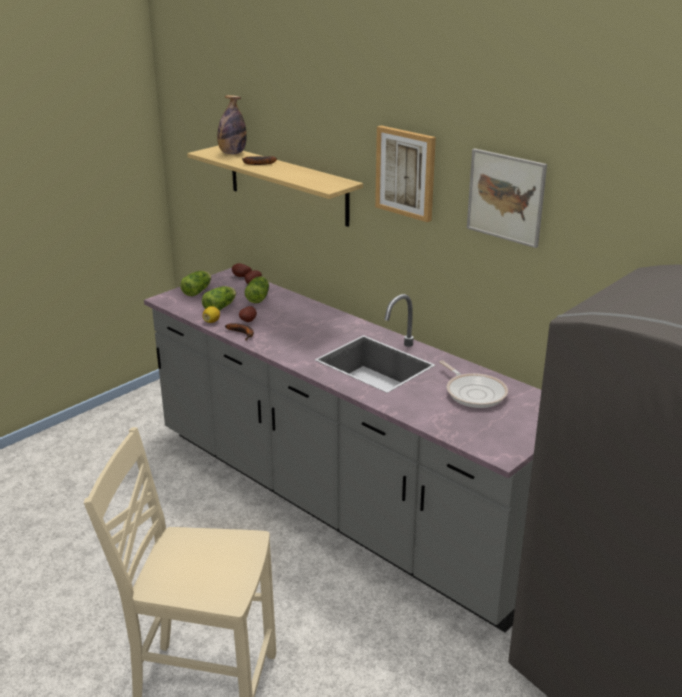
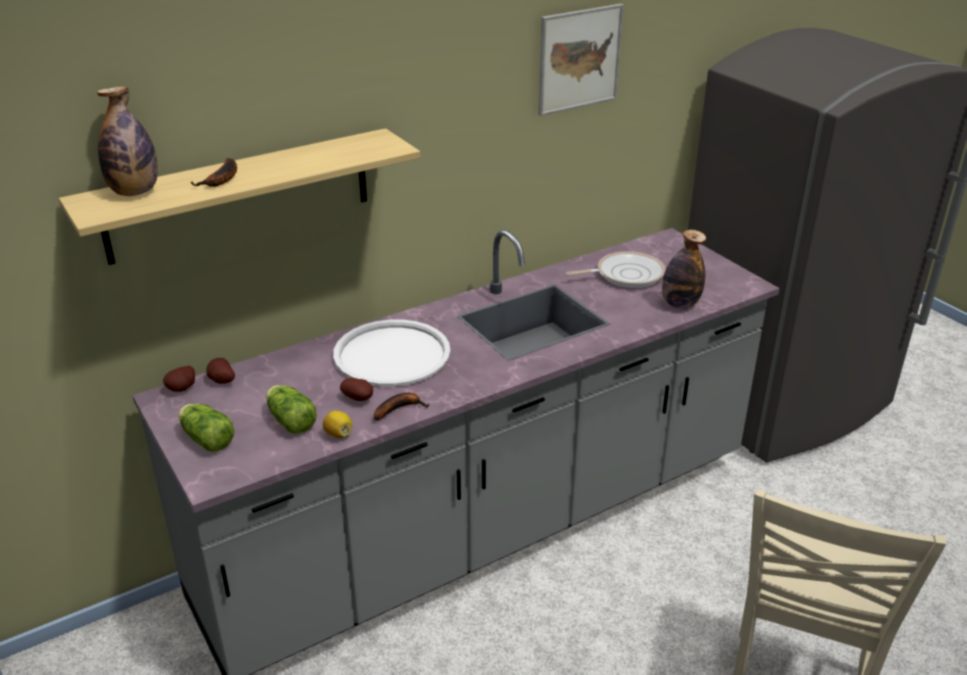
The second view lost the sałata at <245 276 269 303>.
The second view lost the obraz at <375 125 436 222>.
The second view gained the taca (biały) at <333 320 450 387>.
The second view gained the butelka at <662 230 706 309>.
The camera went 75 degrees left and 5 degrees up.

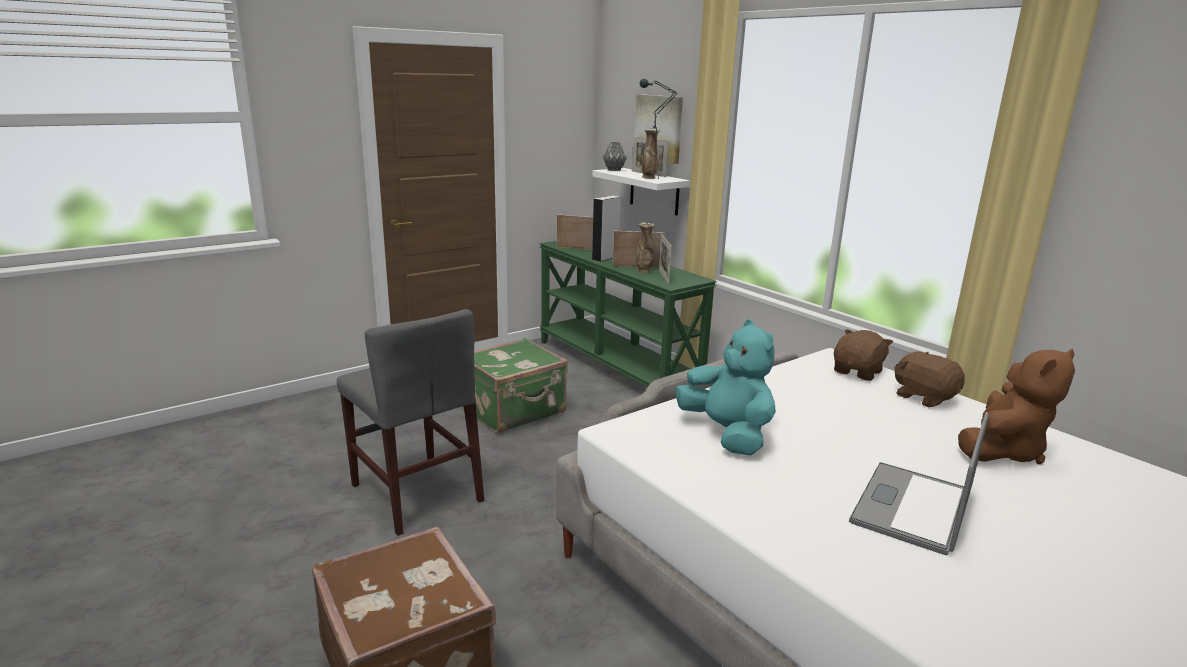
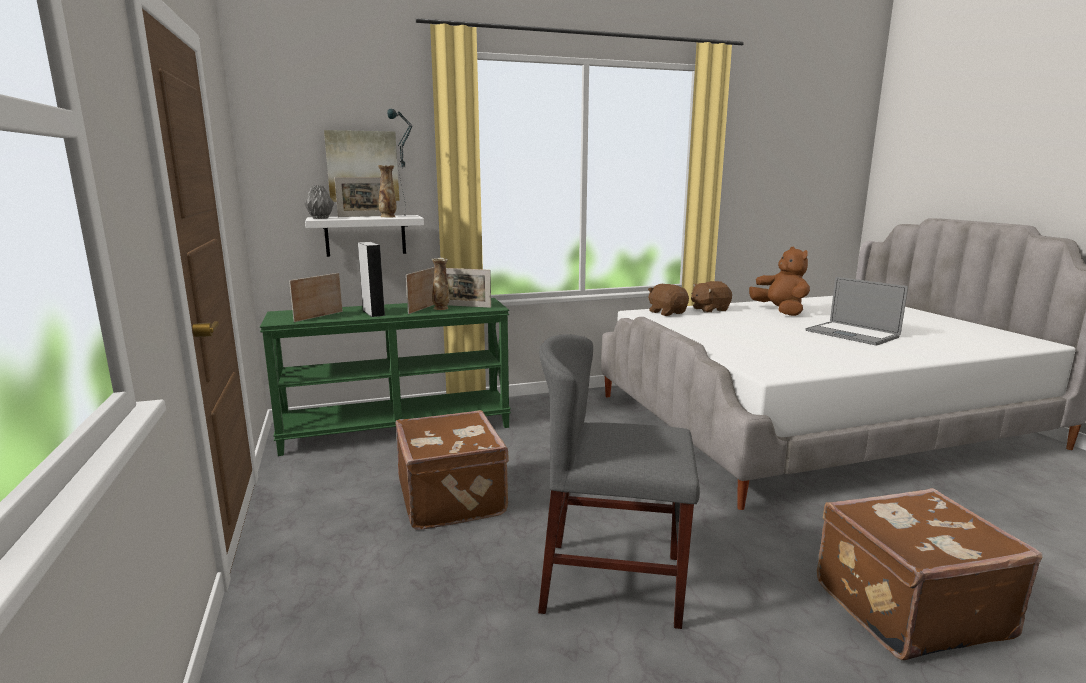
The krzesło (szary) at <337 309 484 536> ended up facing another way, 150 degrees counterclockwise from before.
What was the walizka (zielony) at <461 338 568 433> turned into the walizka (brązowy) at <396 410 509 530>.
The second view lost the pluszak (turkusowy) at <675 319 776 455>.
The camera went 70 degrees left and 5 degrees down.

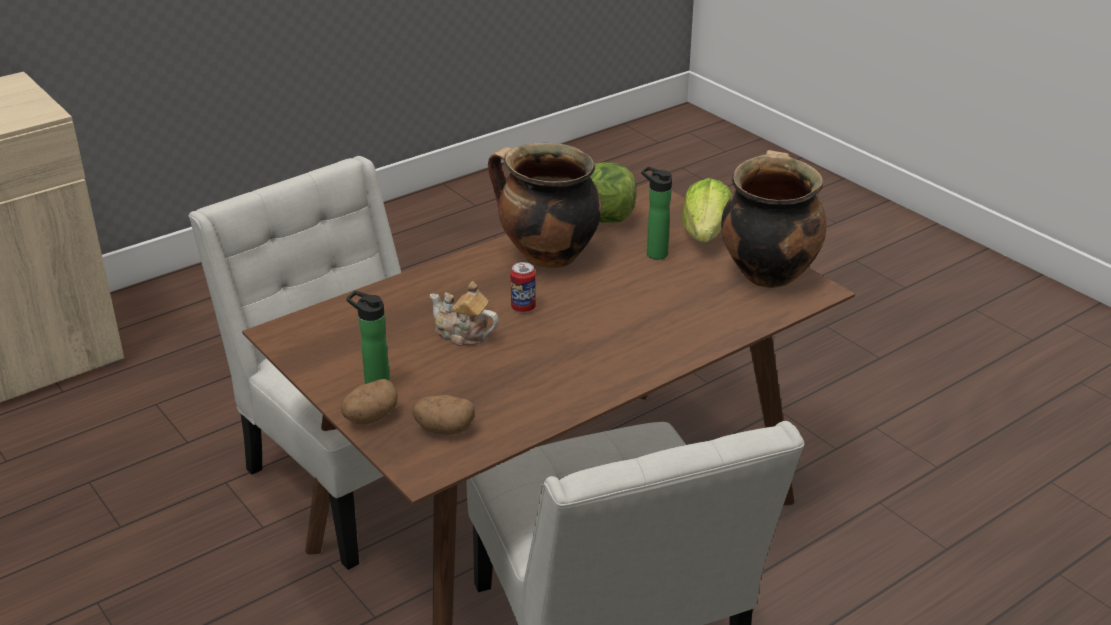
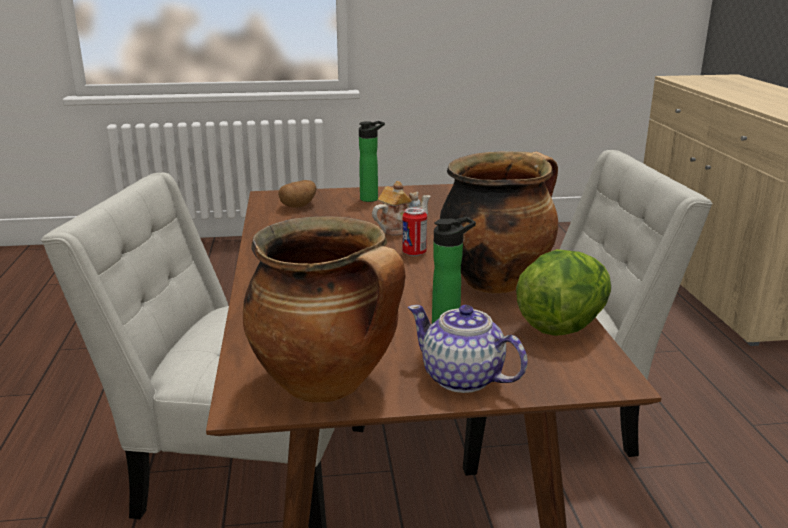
The second view lost the ziemniak at <341 379 398 425>.
Where the sałata stood at <682 178 732 242>, the imbryk came to stand at <408 305 528 393>.
The camera went 120 degrees right and 10 degrees down.

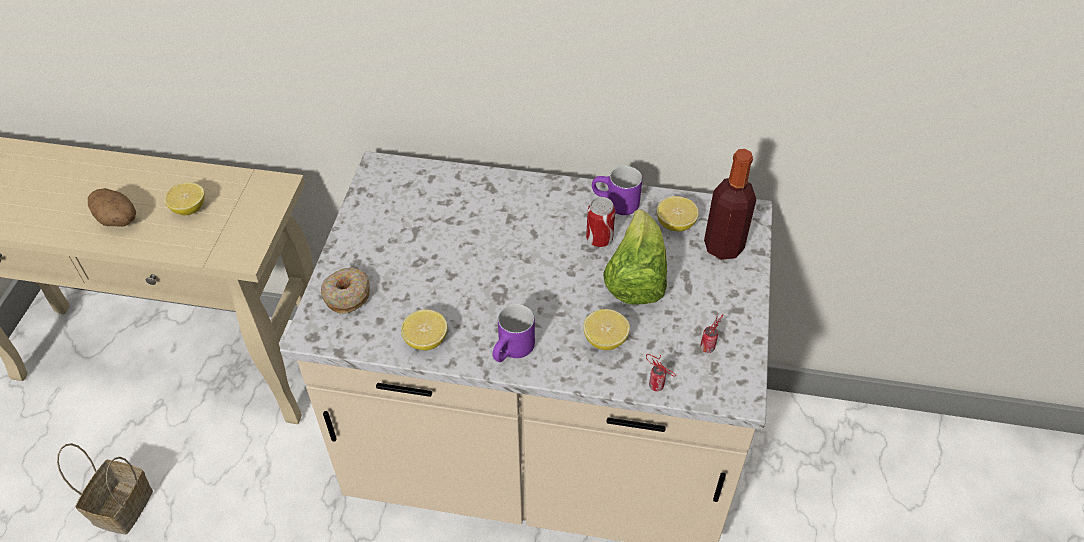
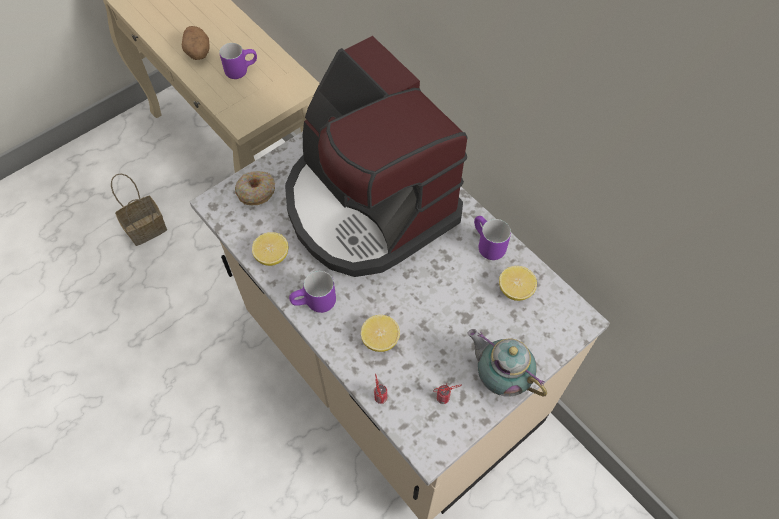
Where the cytryna stood at <164 182 205 215>, the kubek (fioletowy) came to stand at <219 43 257 79>.
The second view lost the puszka at <586 197 615 247>.
The second view lost the sałata at <603 209 667 305>.
The second view lost the butelka at <704 149 756 260>.
The second view gained the ekspres do kawy at <285 36 468 277>.
The second view gained the imbryk at <468 329 547 397>.
The camera went 40 degrees right and 10 degrees up.

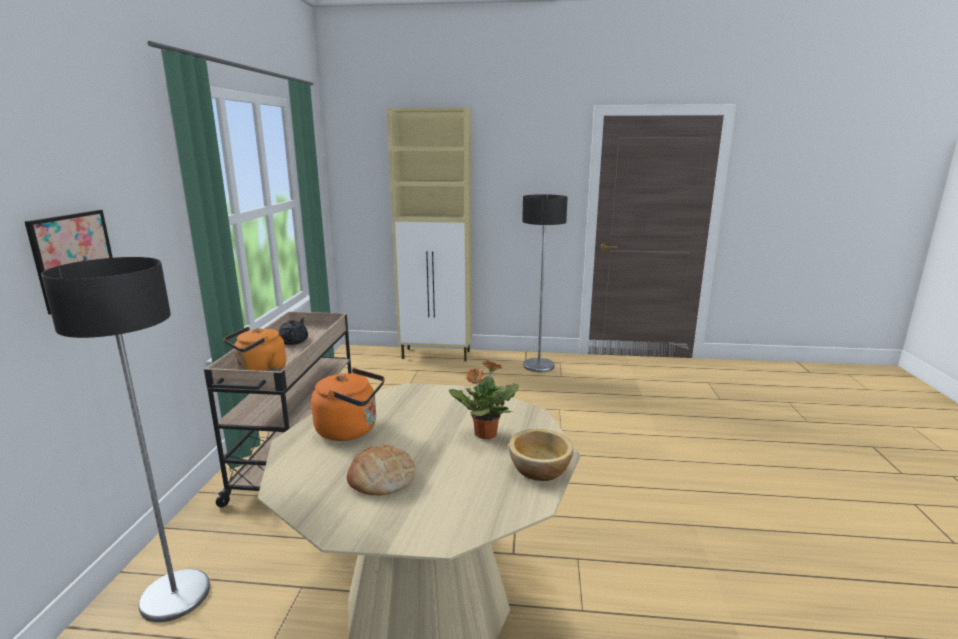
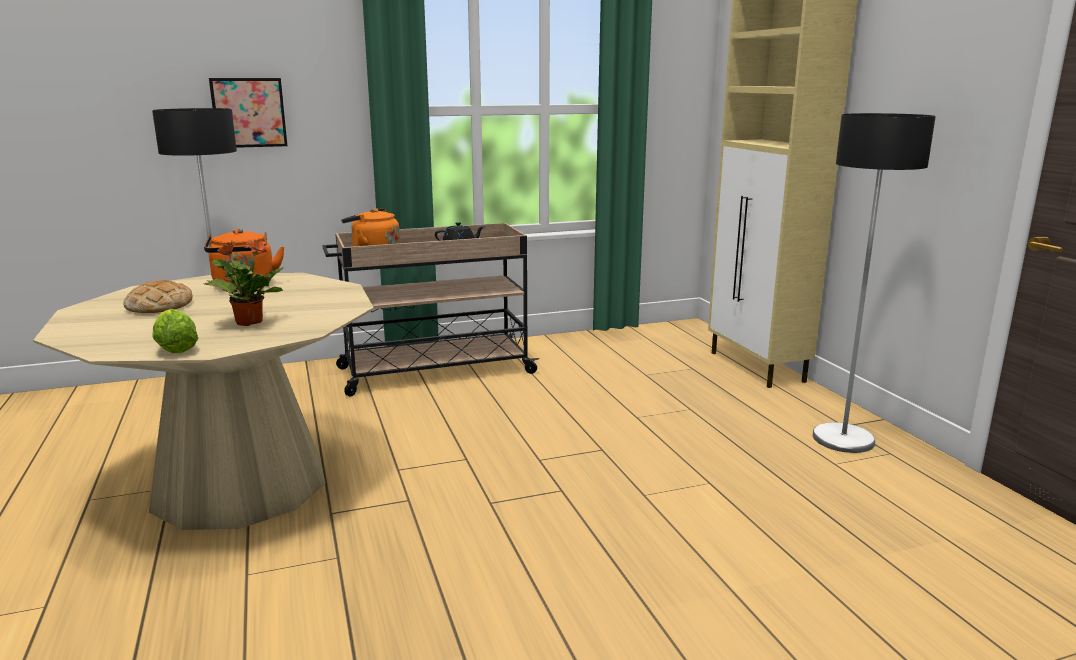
Where the miska stood at <509 429 573 481>, the sałata came to stand at <152 309 198 353>.
The camera went 65 degrees right and 0 degrees up.

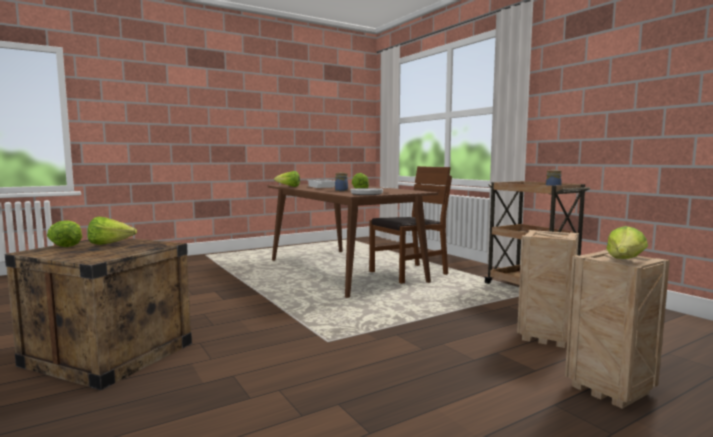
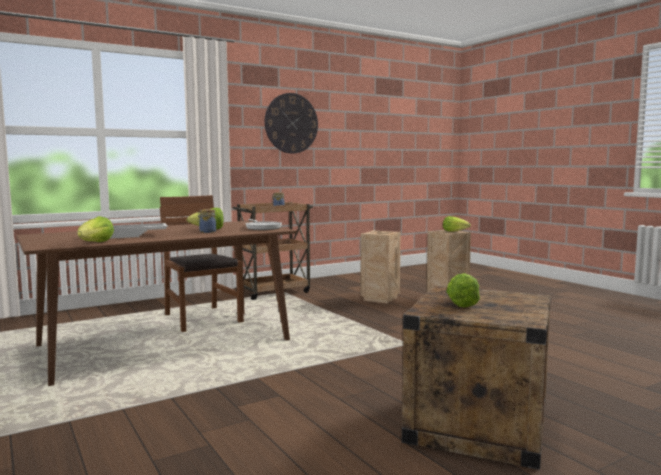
The second view lost the sałata at <47 220 82 247>.
The second view gained the zegar ścienny at <265 93 318 154>.
The camera went 90 degrees left and 0 degrees up.

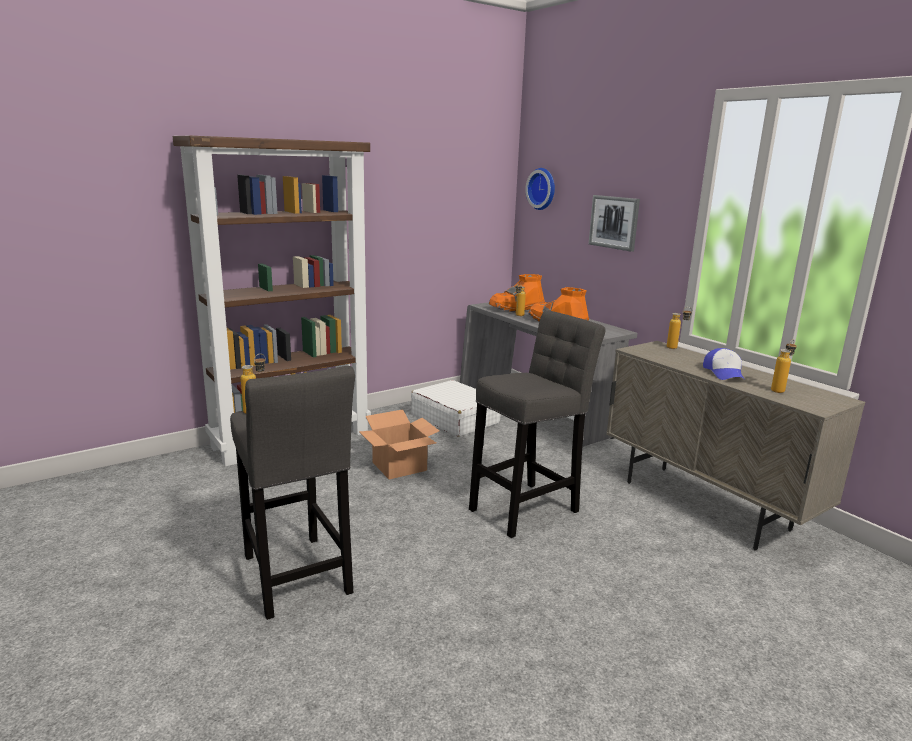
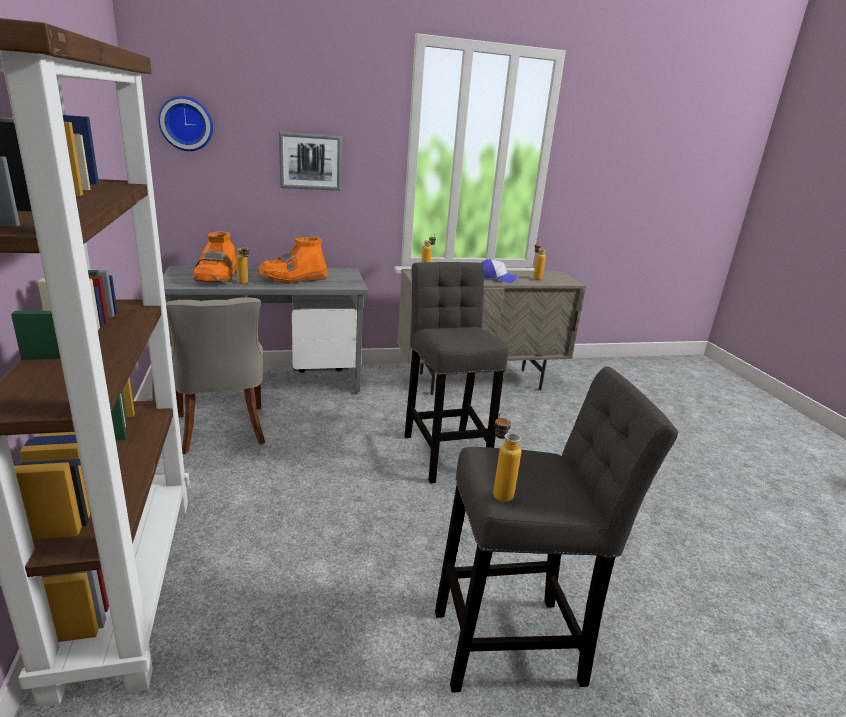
The second view lost the karton at <359 409 439 479>.
Where the walizka (biały) stood at <411 380 500 436>, the krzesło (szary) came to stand at <166 297 265 454>.
The camera went 70 degrees left and 5 degrees up.

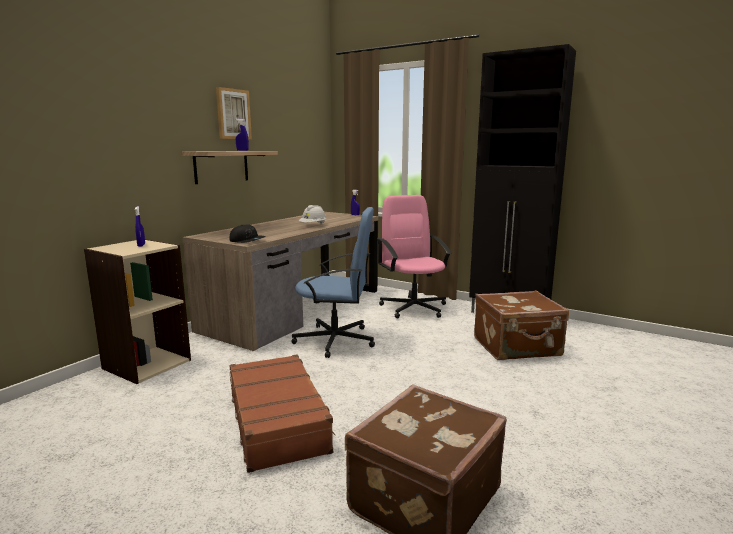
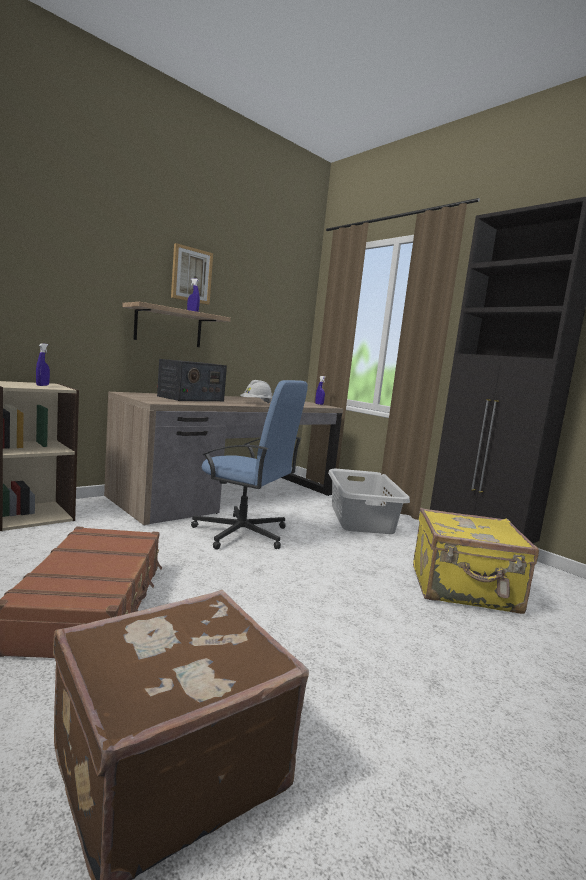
The second view lost the czapka z daszkiem (czarny) at <230 225 266 243>.
Where the krzesło biurowe (różowy) stood at <377 195 452 318>, the kosz na pranie (szary) came to stand at <328 469 410 534>.
What was the walizka (brązowy) at <474 290 569 360> turned into the walizka (żółty) at <413 508 539 614>.
The second view gained the radio at <157 359 227 401>.
The camera went 15 degrees right and 5 degrees down.

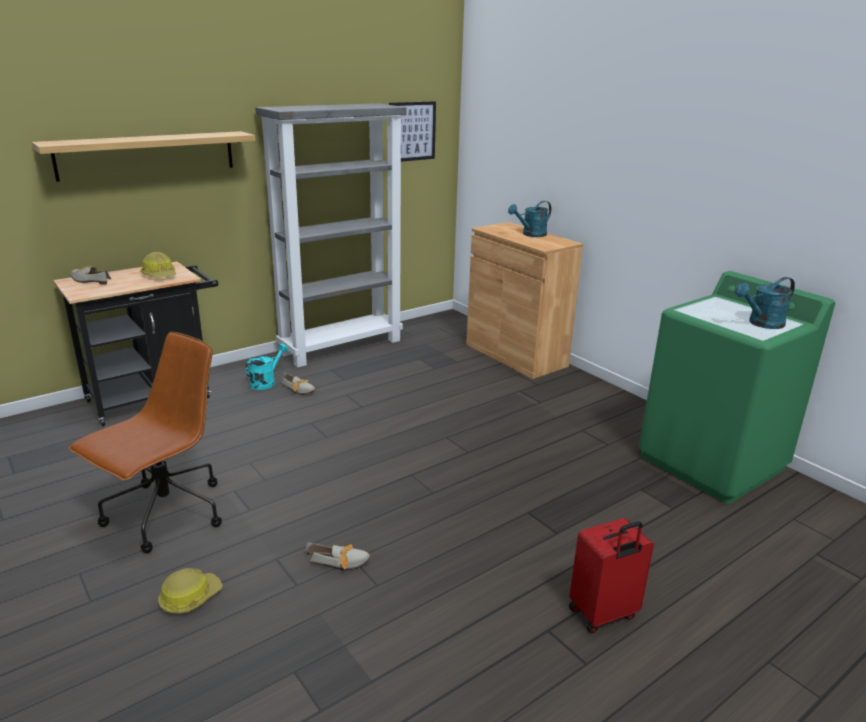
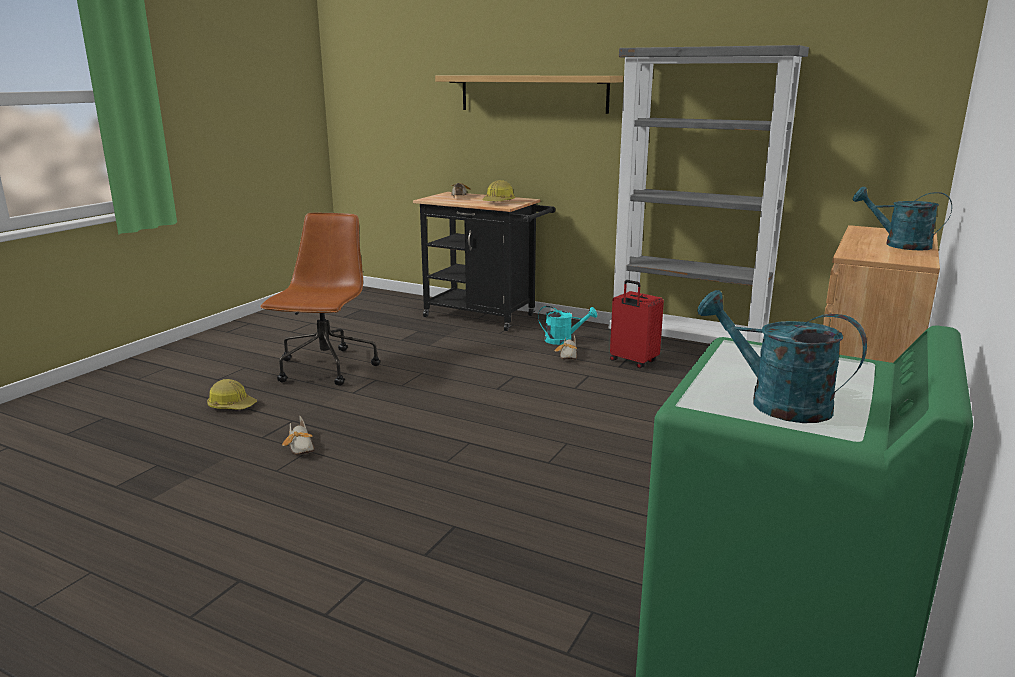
The krzesło biurowe (brązowy) at <68 332 222 553> ended up facing another way, 90 degrees counterclockwise from before.
The second view lost the obraz at <389 101 436 162>.
The walizka (czerwony) ended up elsewhere, having gone from <569 518 654 633> to <610 280 664 368>.
The camera went 65 degrees right and 5 degrees down.

